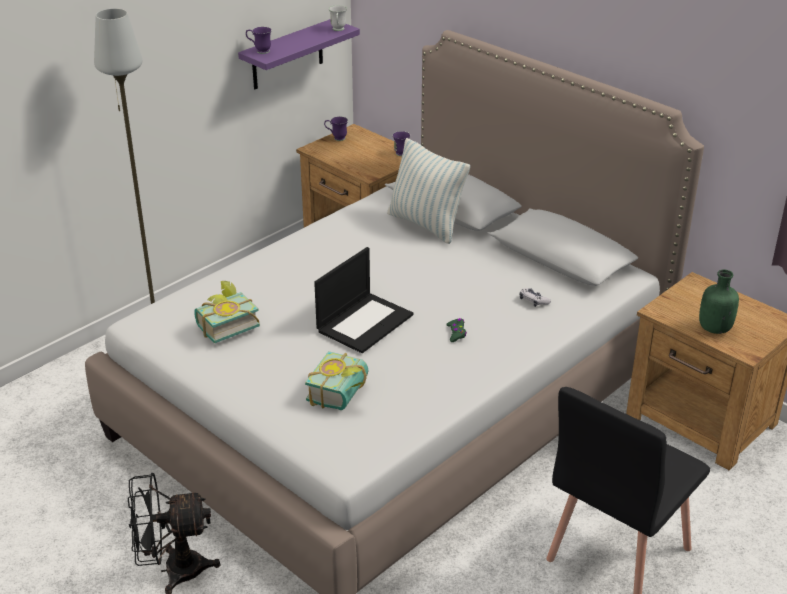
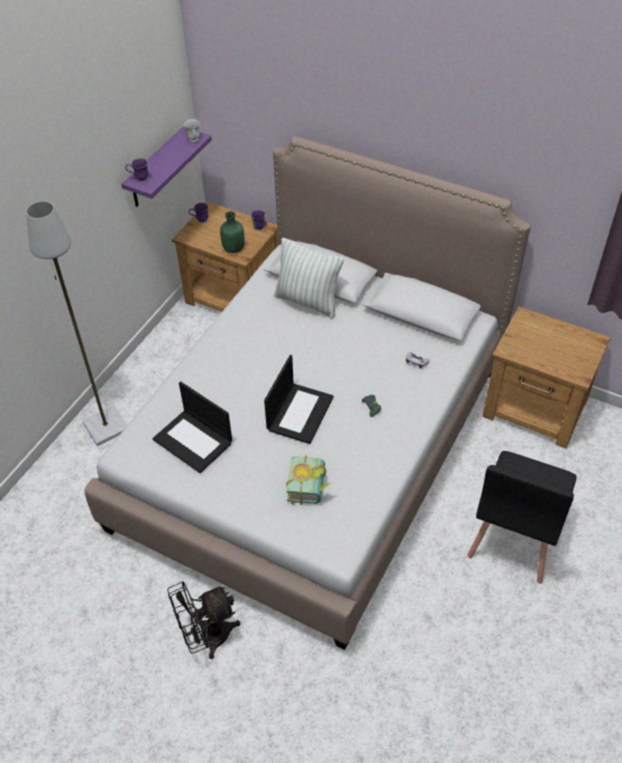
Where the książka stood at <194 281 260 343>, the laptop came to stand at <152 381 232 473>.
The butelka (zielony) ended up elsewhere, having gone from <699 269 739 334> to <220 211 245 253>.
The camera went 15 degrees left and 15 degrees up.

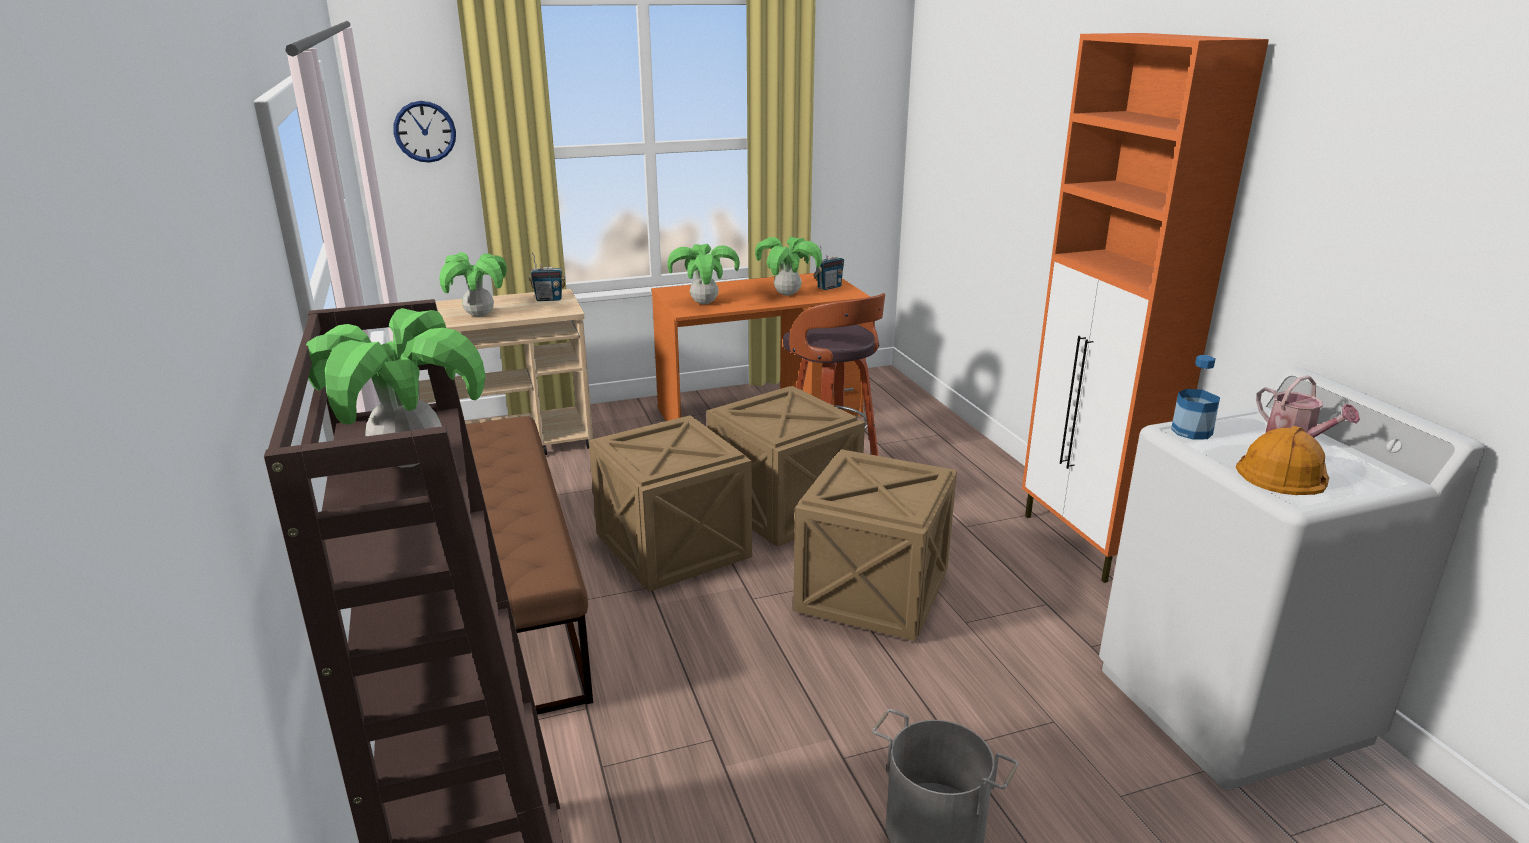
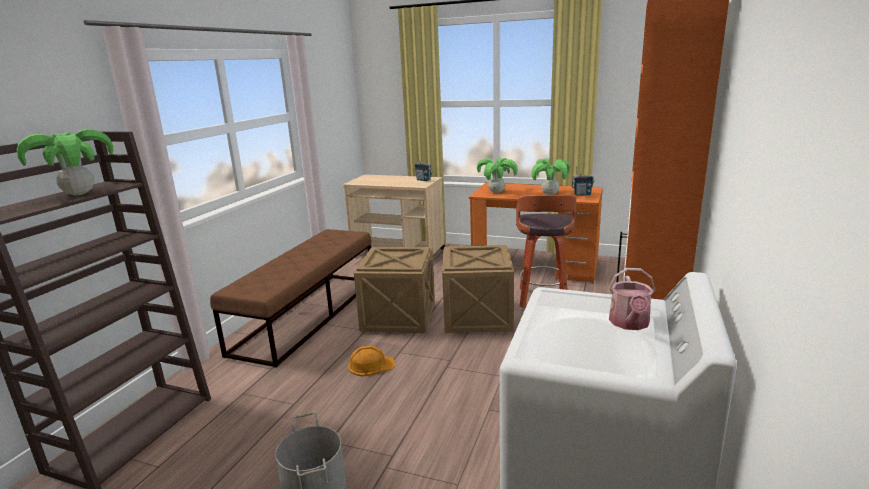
The second view lost the zegar ścienny at <394 101 456 163>.
The second view lost the roślina doniczkowa at <439 252 507 317>.
The second view lost the skrzynka at <793 449 957 641>.
The second view lost the butelka at <1171 355 1220 440>.
The kask (pomarańczowy) ended up elsewhere, having gone from <1236 426 1329 495> to <348 346 395 376>.
The camera went 40 degrees right and 5 degrees down.

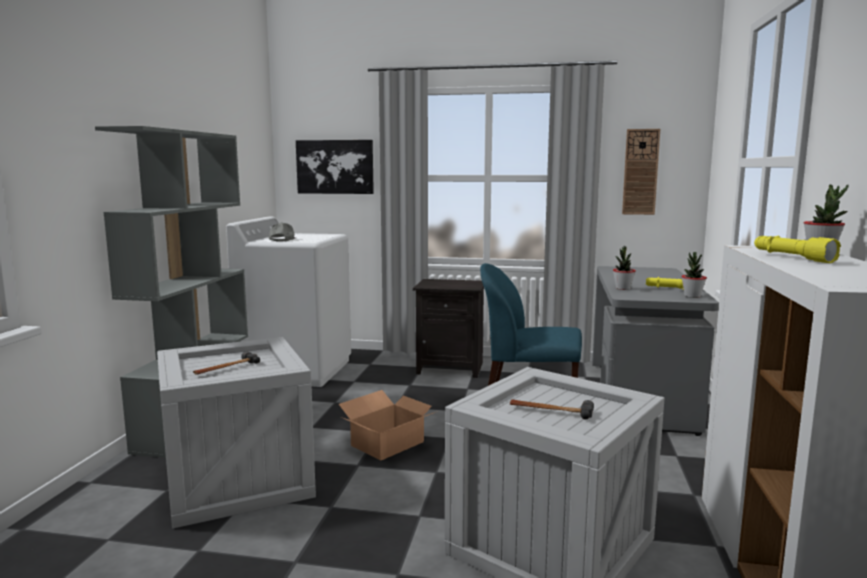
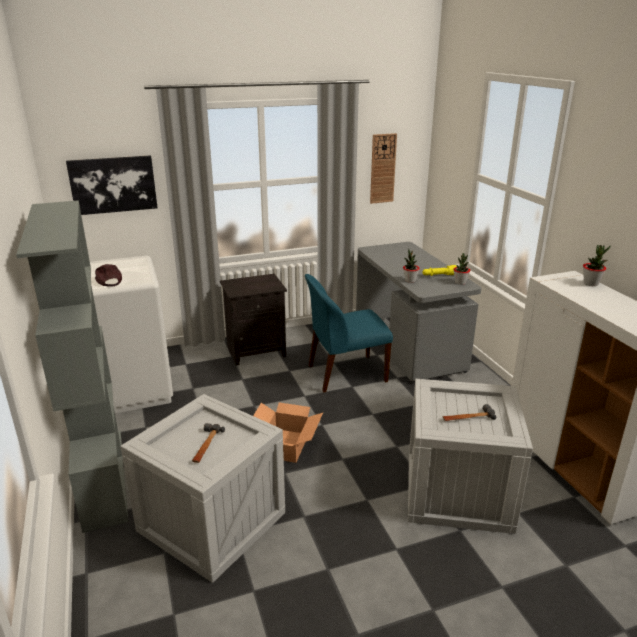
What was the czapka z daszkiem (szary) at <268 222 296 242> turned into the czapka z daszkiem (brązowy) at <95 264 122 287>.
The second view lost the latarka (żółty) at <754 236 841 263>.
The camera went 30 degrees left and 15 degrees up.

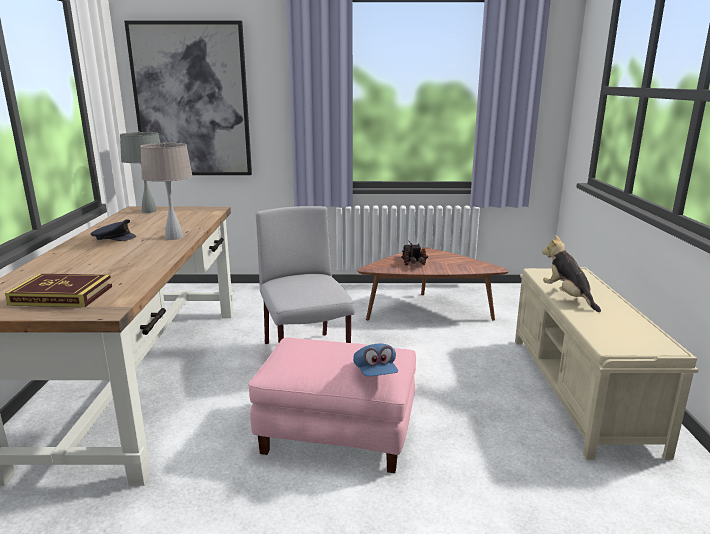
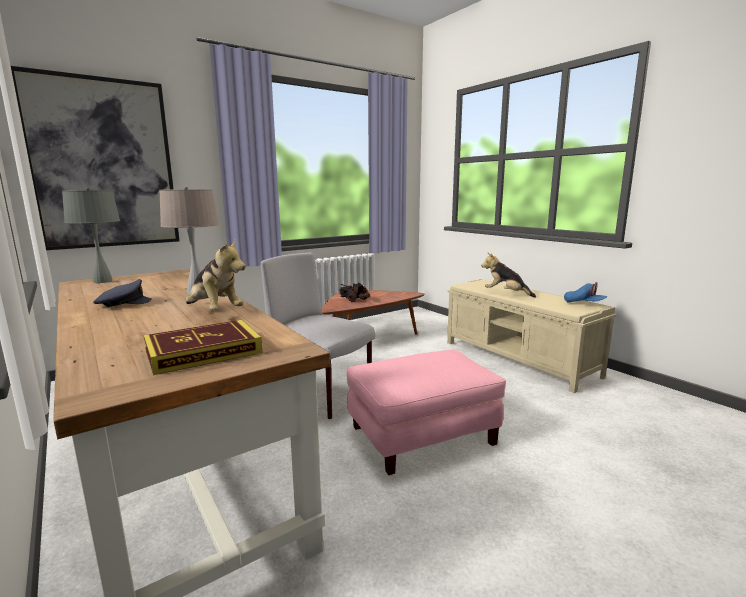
The czapka z daszkiem (niebieski) ended up elsewhere, having gone from <353 343 398 376> to <564 282 608 303>.
The second view gained the pluszak at <186 240 245 310>.
The camera went 35 degrees left and 5 degrees down.

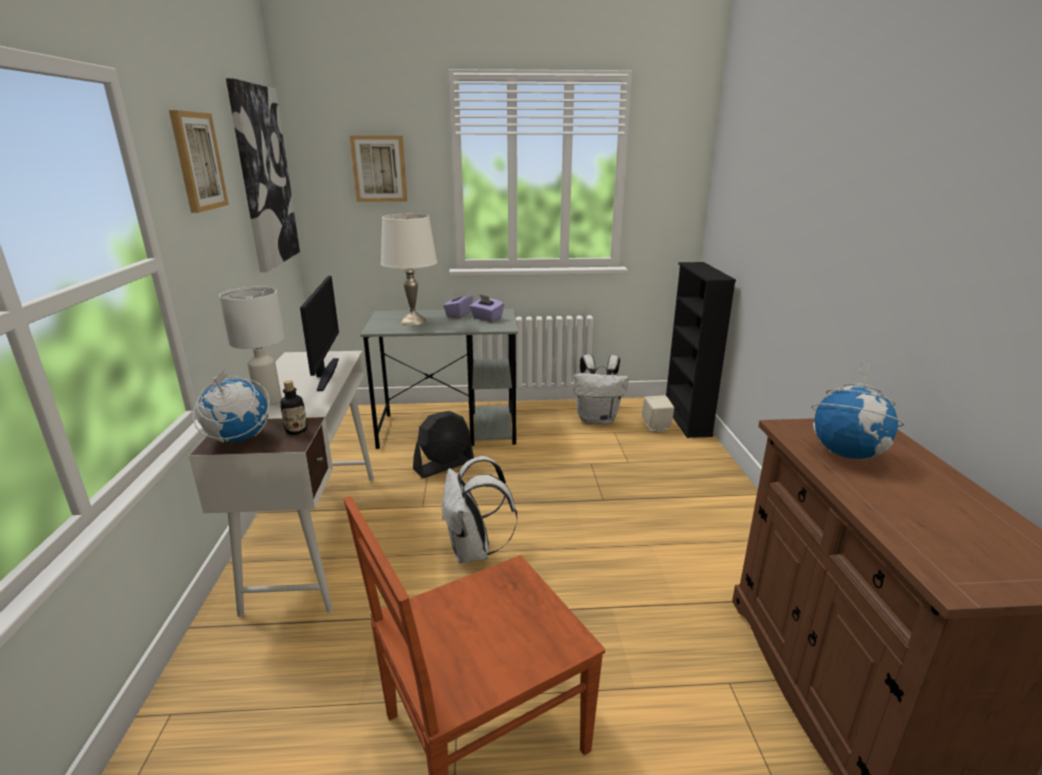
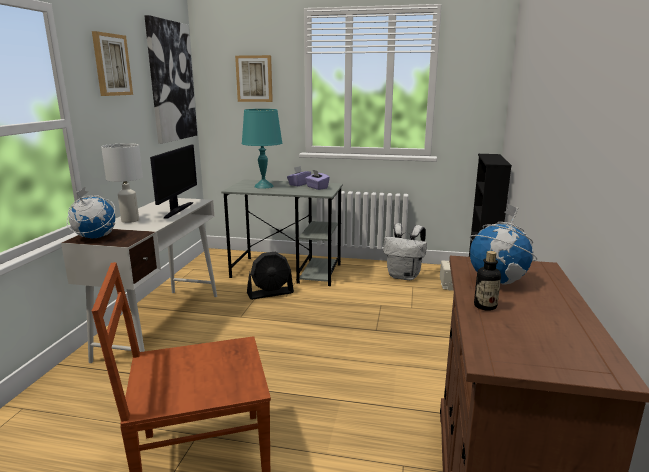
The butelka ended up elsewhere, having gone from <280 380 307 435> to <474 251 501 311>.
What was the lampa stołowa (biały) at <381 214 437 325> turned into the lampa stołowa (turkusowy) at <242 109 282 189>.
The second view lost the plecak (biały) at <442 456 517 563>.
The camera went 15 degrees right and 5 degrees down.

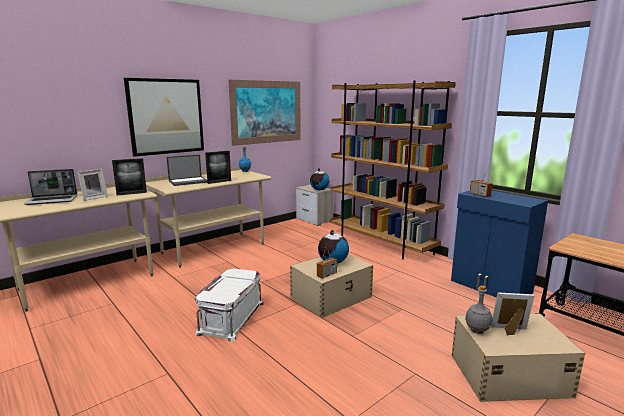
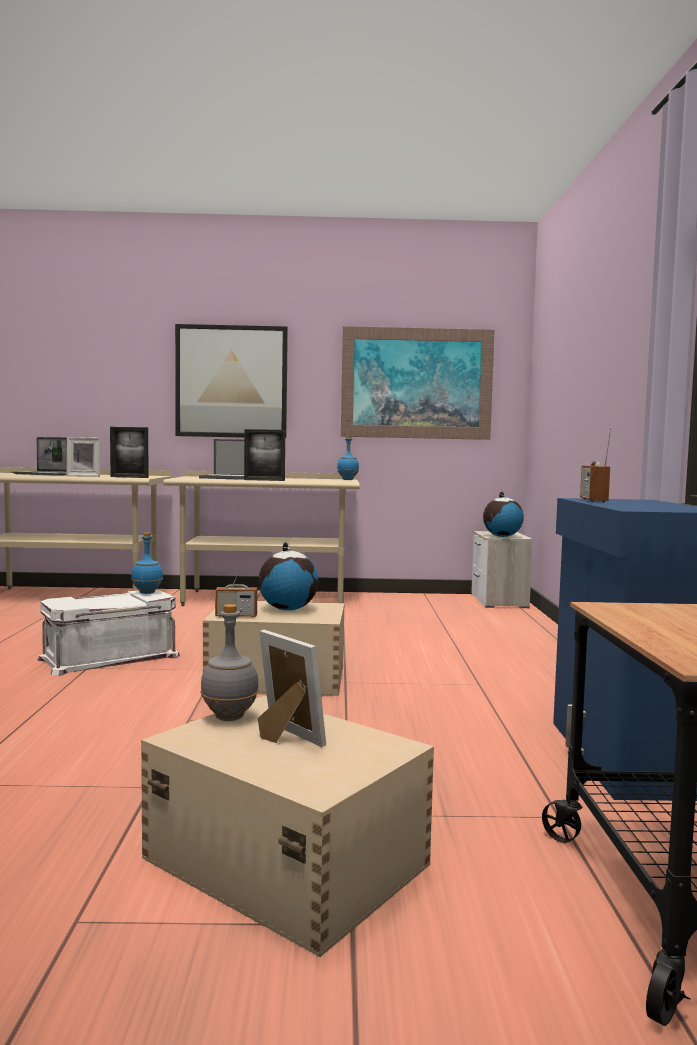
The second view lost the regał (brązowy) at <330 81 456 260>.
The second view gained the butelka (niebieski) at <131 533 163 594>.
The camera went 40 degrees right and 10 degrees down.

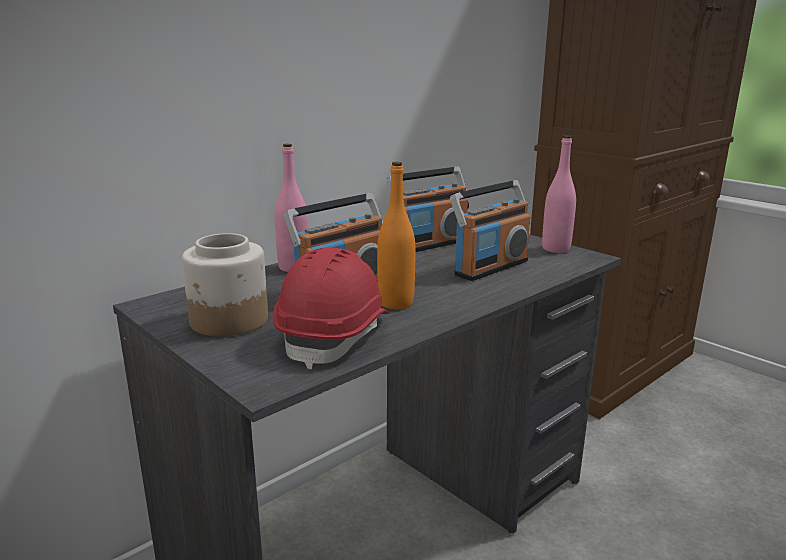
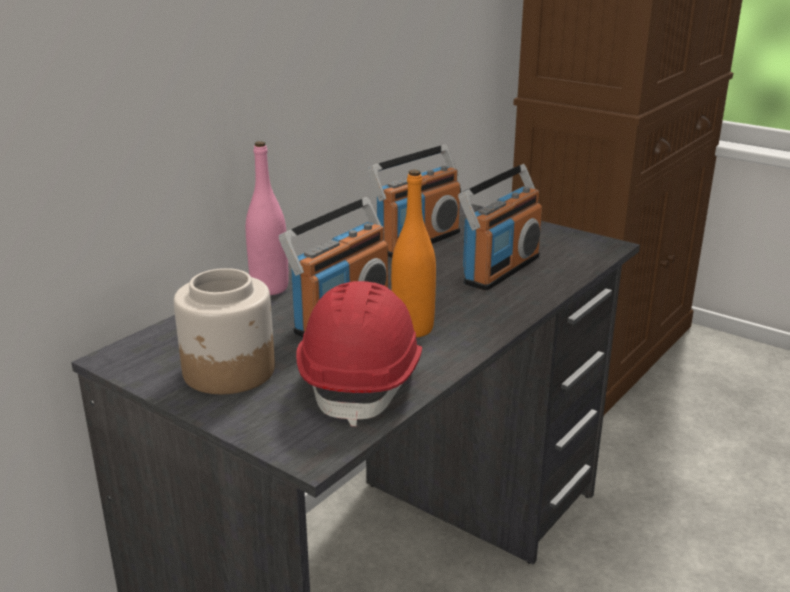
The second view lost the butelka (różowy) at <542 135 576 253>.
The camera went 10 degrees left and 5 degrees up.

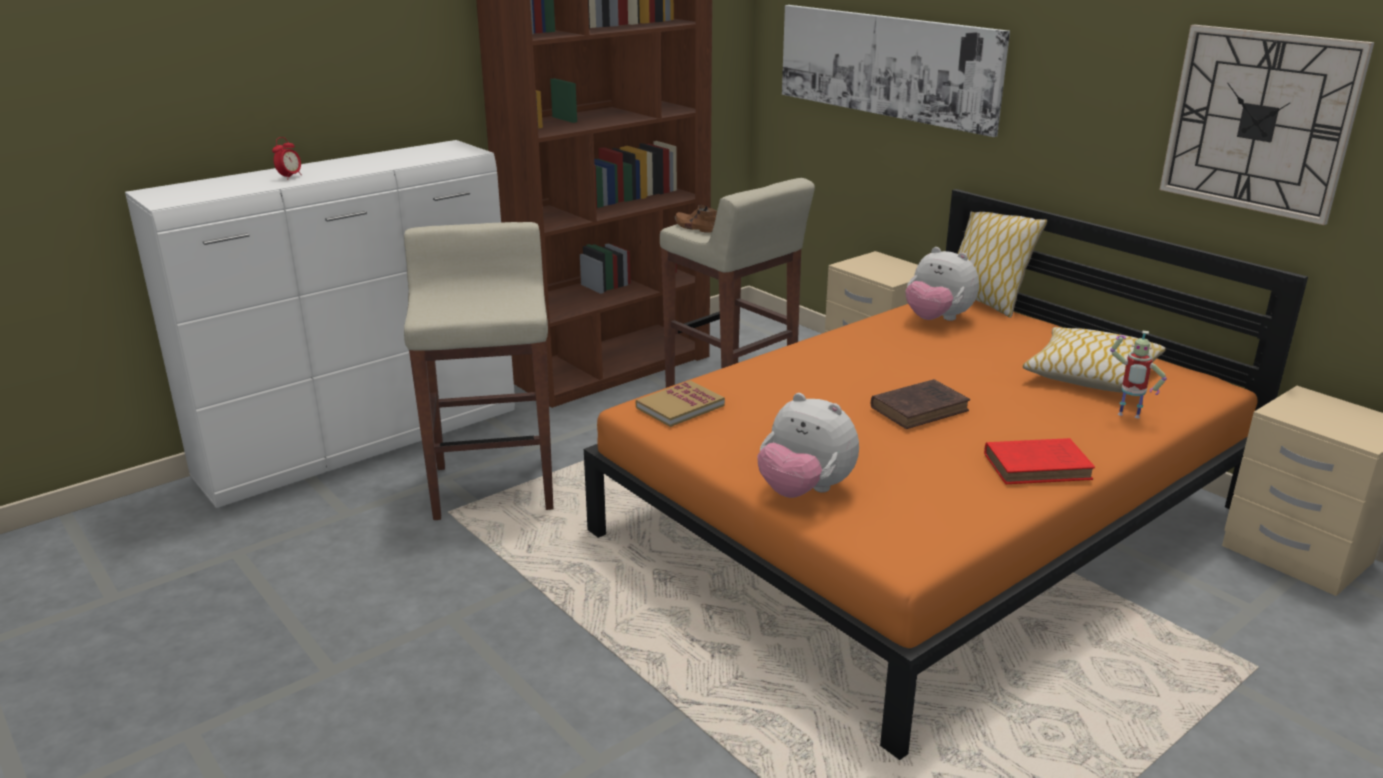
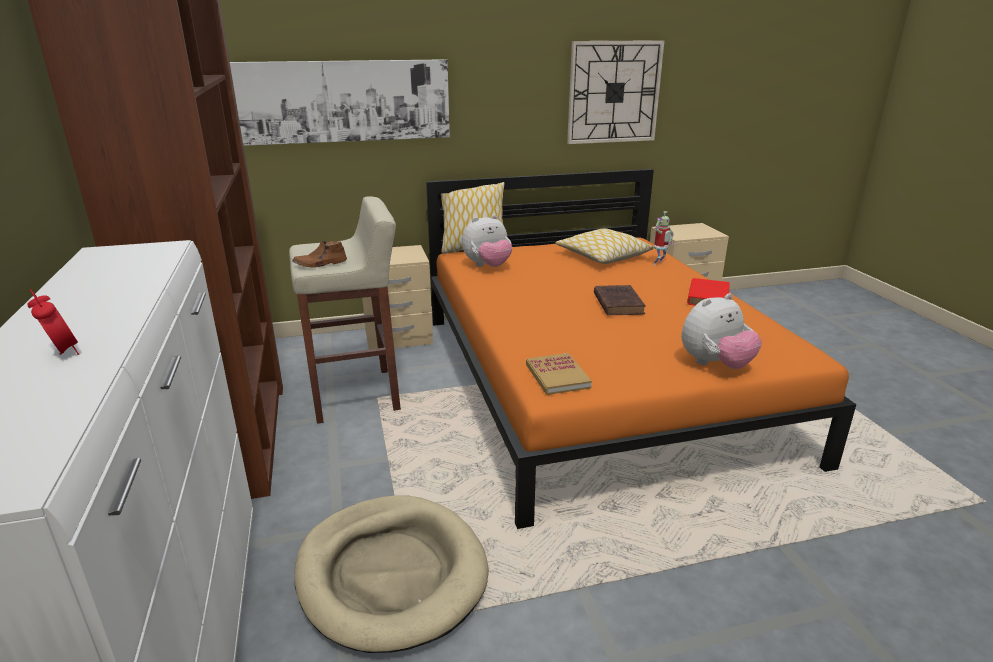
Where the stołek (beżowy) stood at <404 222 554 520>, the legowisko (beżowy) came to stand at <294 495 489 653>.
The camera went 65 degrees left and 0 degrees up.

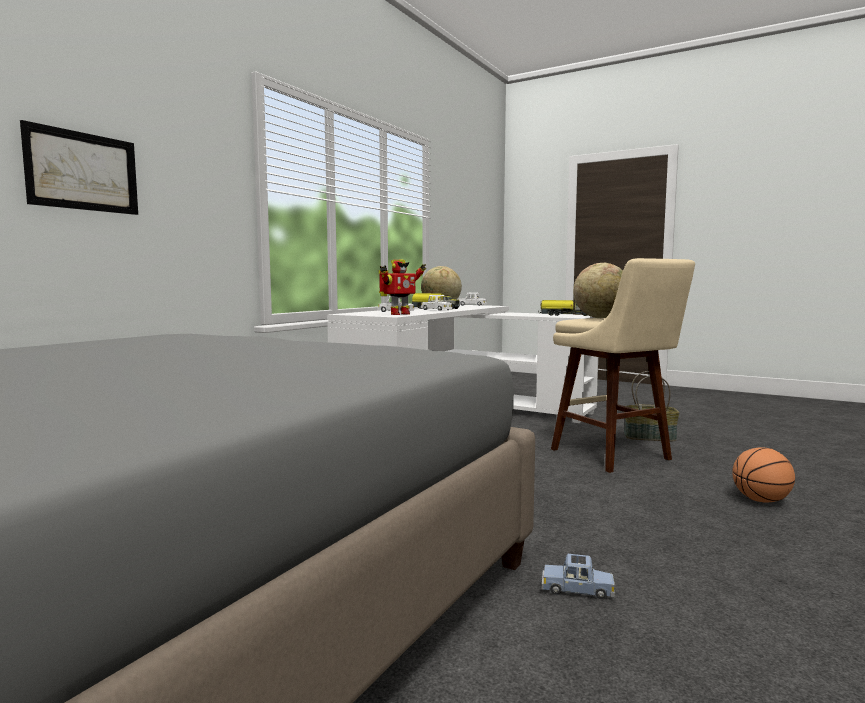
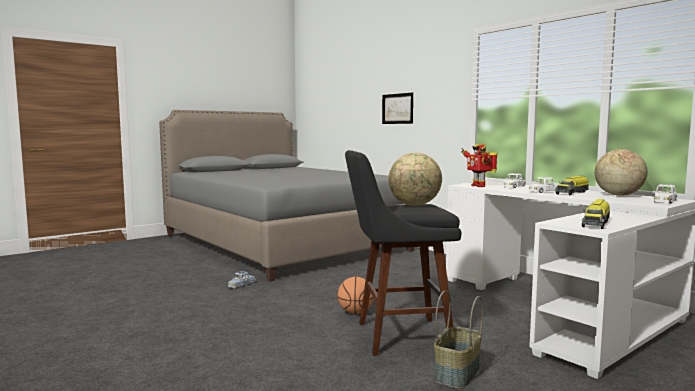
What was the stołek (beżowy) at <551 258 695 473> turned into the stołek (czarny) at <345 150 462 356>.
The piłka do koszykówki ended up elsewhere, having gone from <732 448 795 503> to <337 276 374 314>.
The camera went 110 degrees right and 0 degrees up.

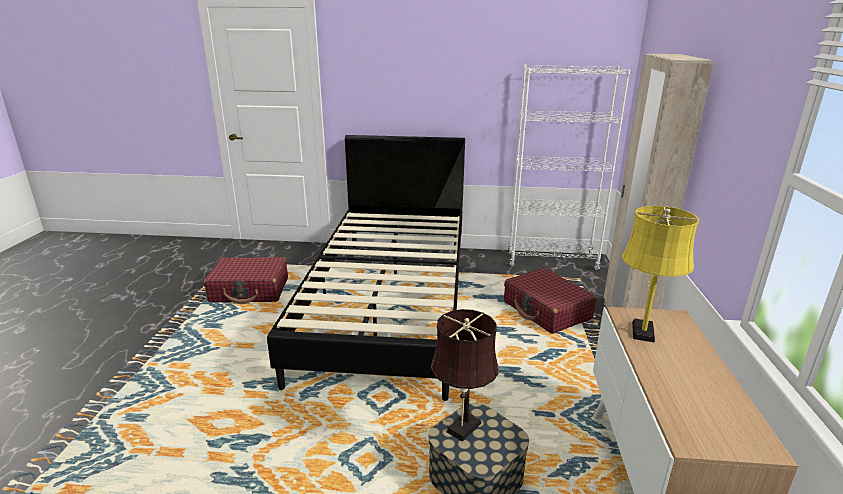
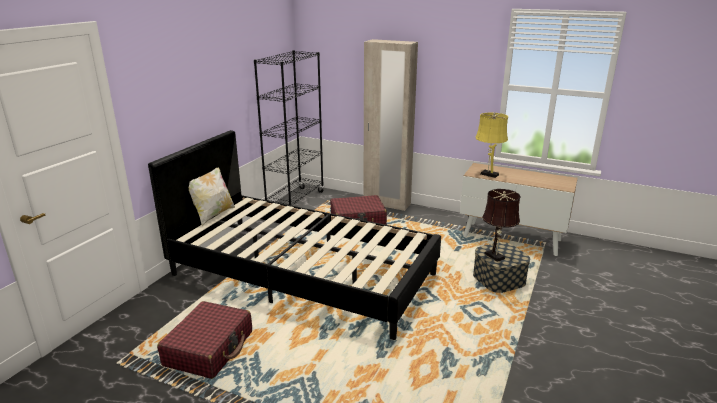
What was the regał (biały) at <508 64 630 270> turned into the regał (czarny) at <254 50 324 205>.
The second view gained the poduszka at <189 168 235 226>.
The camera went 70 degrees left and 0 degrees up.

